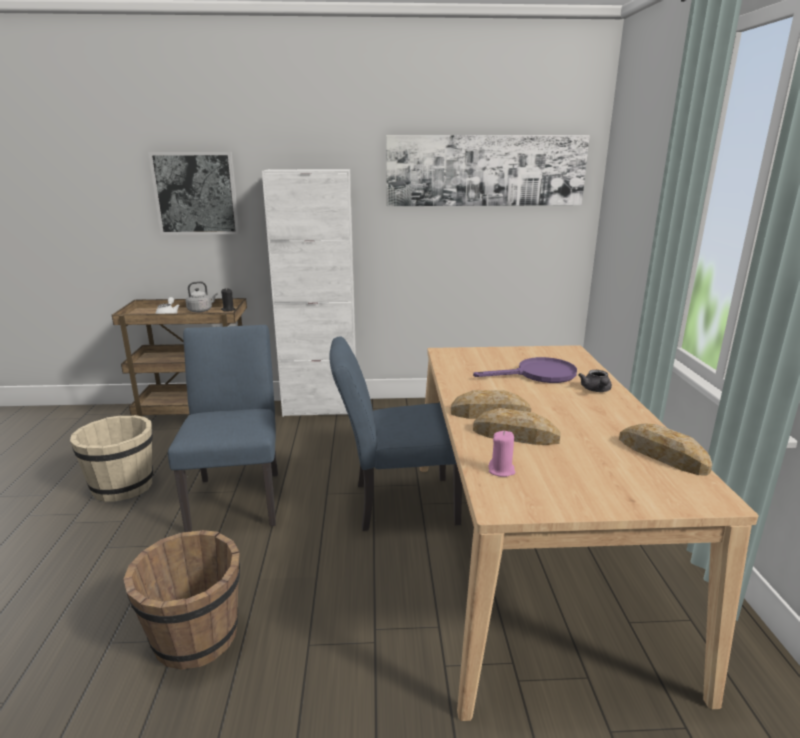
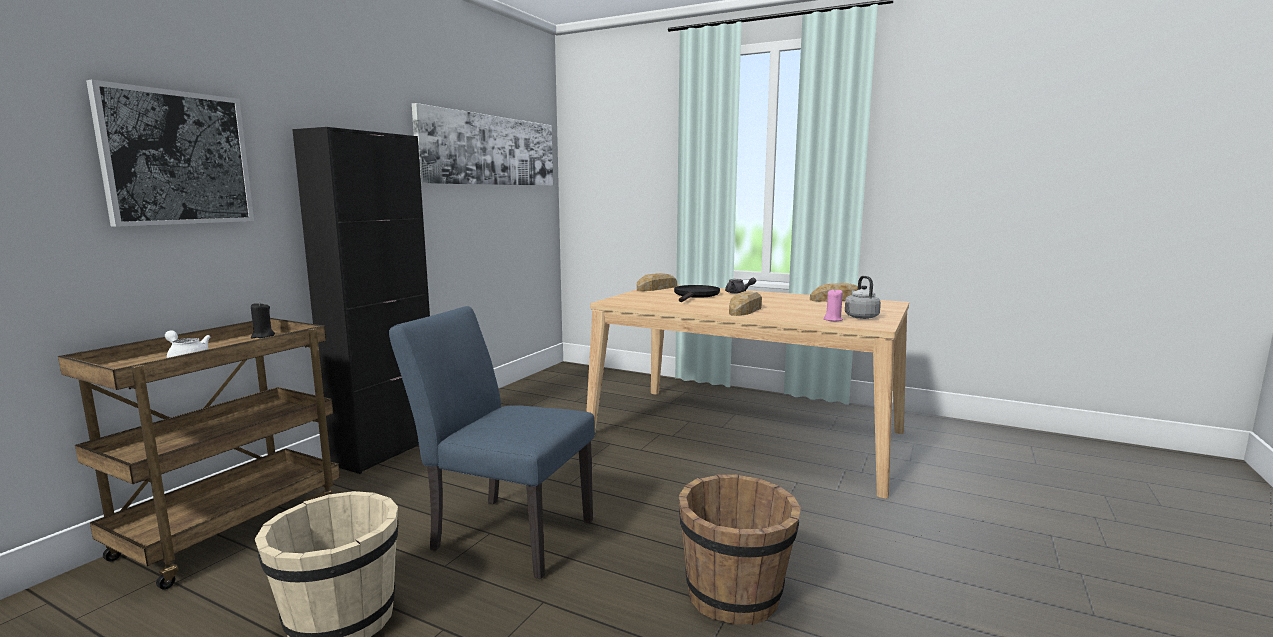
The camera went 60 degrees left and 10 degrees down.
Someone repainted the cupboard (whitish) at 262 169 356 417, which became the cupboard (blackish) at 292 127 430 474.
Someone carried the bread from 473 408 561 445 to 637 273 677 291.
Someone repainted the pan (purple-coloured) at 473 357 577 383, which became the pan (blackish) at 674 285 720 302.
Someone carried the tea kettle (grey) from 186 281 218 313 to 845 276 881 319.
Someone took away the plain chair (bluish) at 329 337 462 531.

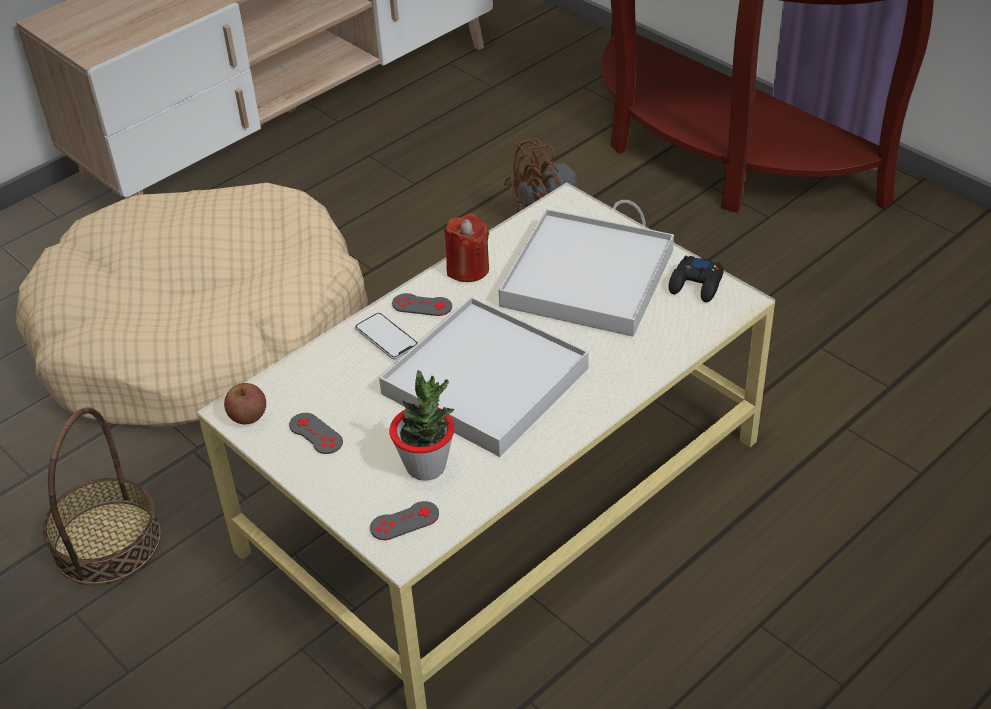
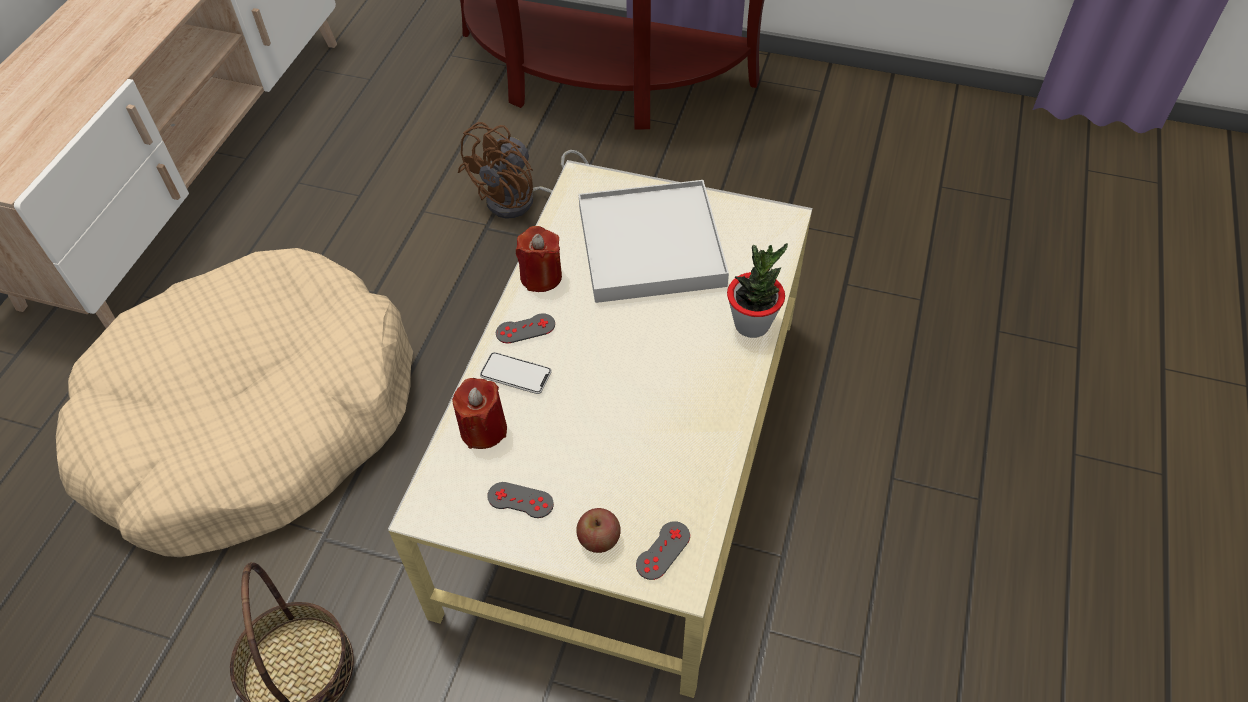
The camera went 30 degrees left and 10 degrees up.
Someone put down the candle (red) at 452 378 507 449.
Someone carried the apple fruit from 224 383 266 424 to 576 508 621 553.
Someone carried the potted plant from 389 370 455 481 to 727 243 788 338.
Someone took away the carrying tray (whitish) at 379 297 589 457.
Someone took away the joypad (blackish) at 669 256 723 302.

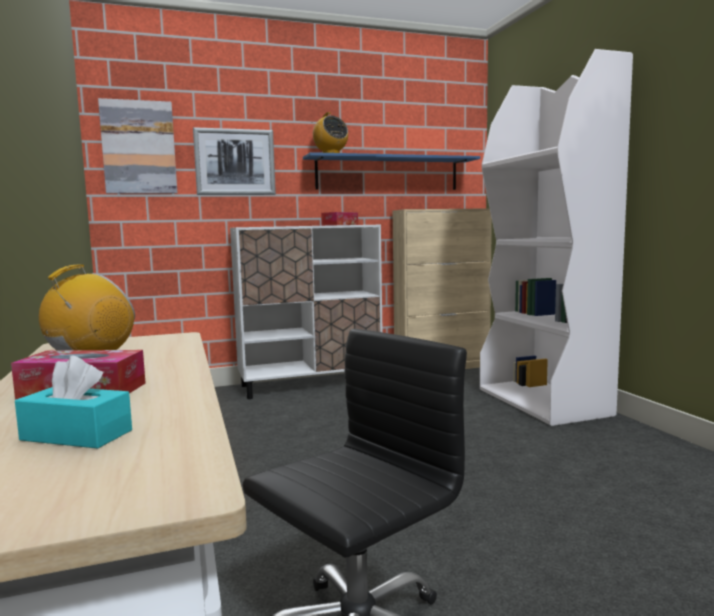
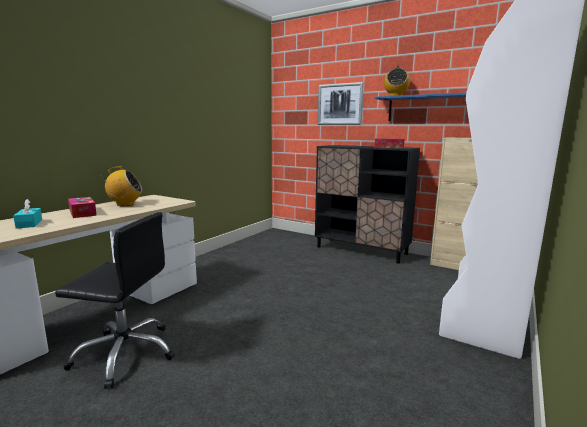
The camera went 50 degrees right and 5 degrees up.
Someone repainted the cupboard (whitish) at 230 225 383 399, which became the cupboard (blackish) at 315 145 420 264.
Someone took away the wall picture at 98 98 178 194.

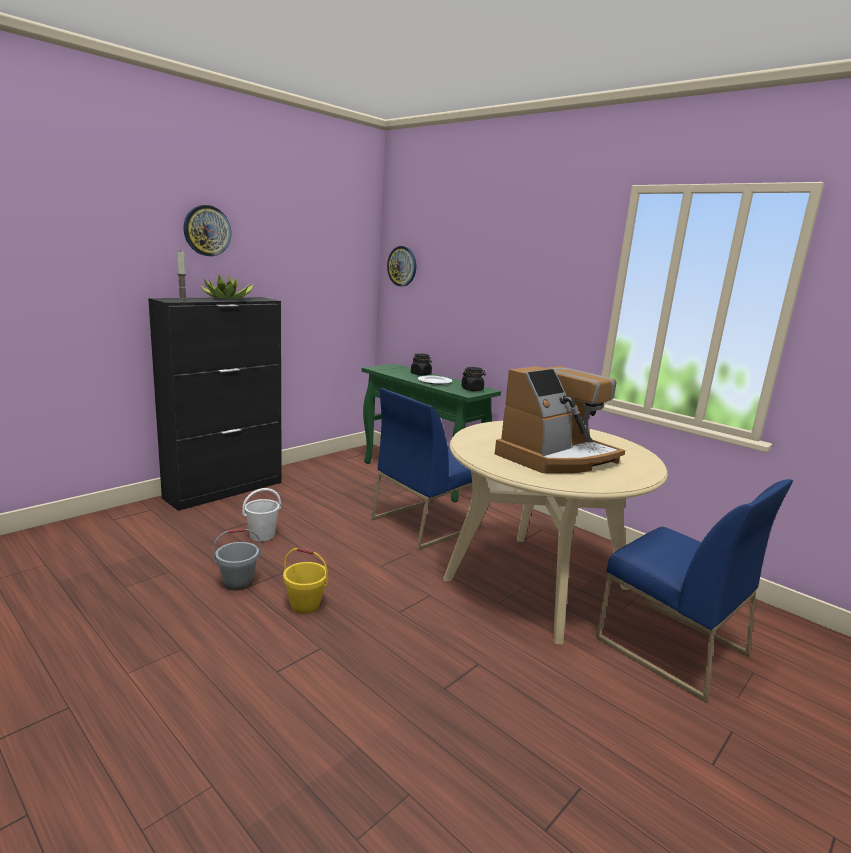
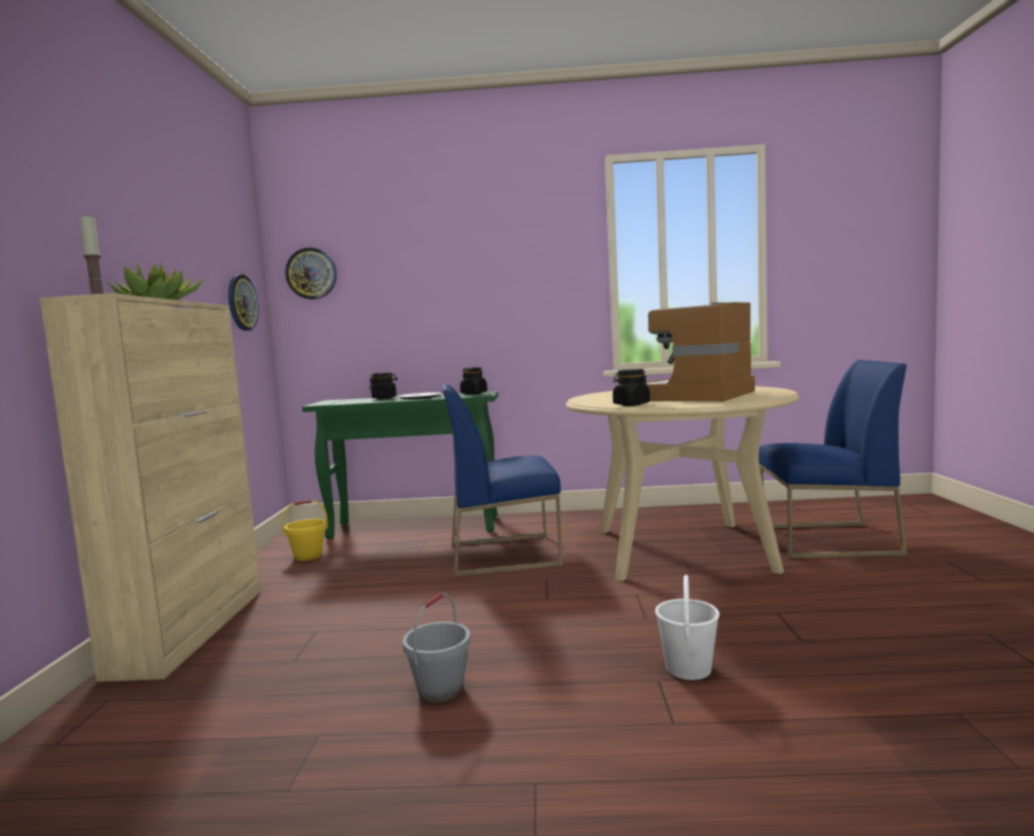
The camera went 40 degrees left and 10 degrees down.
Someone repainted the cupboard (blackish) at 148 297 282 511, which became the cupboard (beige) at 40 293 261 682.
Someone carried the wall clock from 183 205 232 256 to 228 274 259 331.
Someone carried the water bucket (yellow) from 283 547 328 614 to 282 500 328 561.
Someone rotated the plain chair (bluish) at 371 388 481 550 by 75 degrees clockwise.
Someone put down the jar (blackish) at 613 369 650 406.
Someone rotated the coffee maker at 495 366 625 473 by 150 degrees counterclockwise.
Someone carried the water bucket (whitish) from 242 488 281 541 to 655 575 720 680.

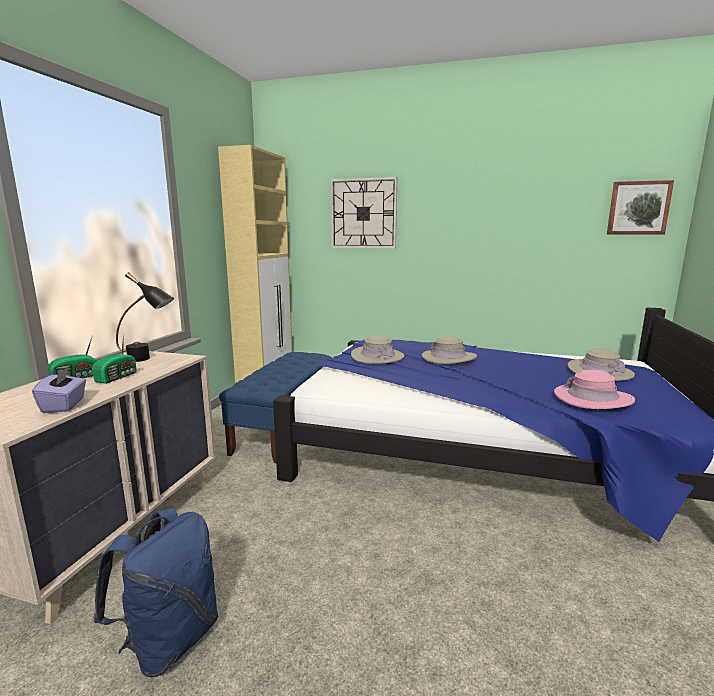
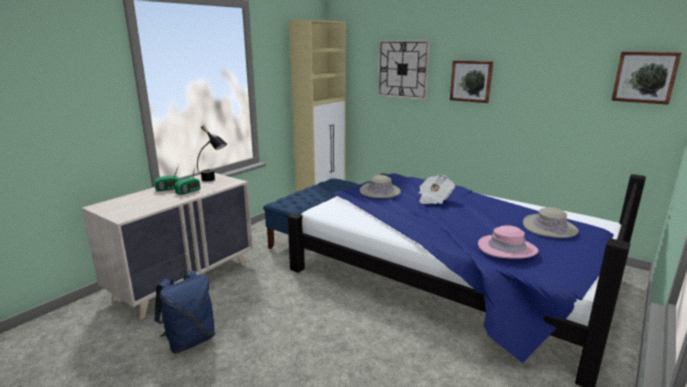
The camera went 20 degrees right and 5 degrees up.
Someone swapped the clothing hat (beige) at 422 336 477 364 for the printed paper at 419 175 455 204.
Someone put up the wall picture at 450 60 493 103.
Someone took away the tissue box (purple-coloured) at 32 367 86 413.

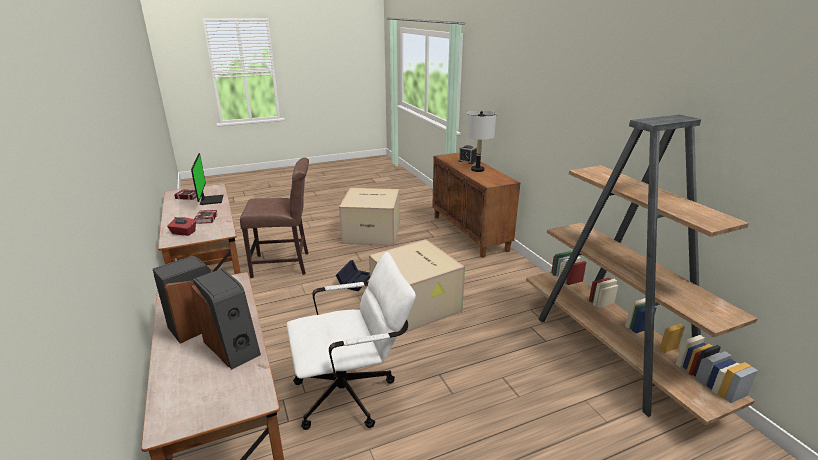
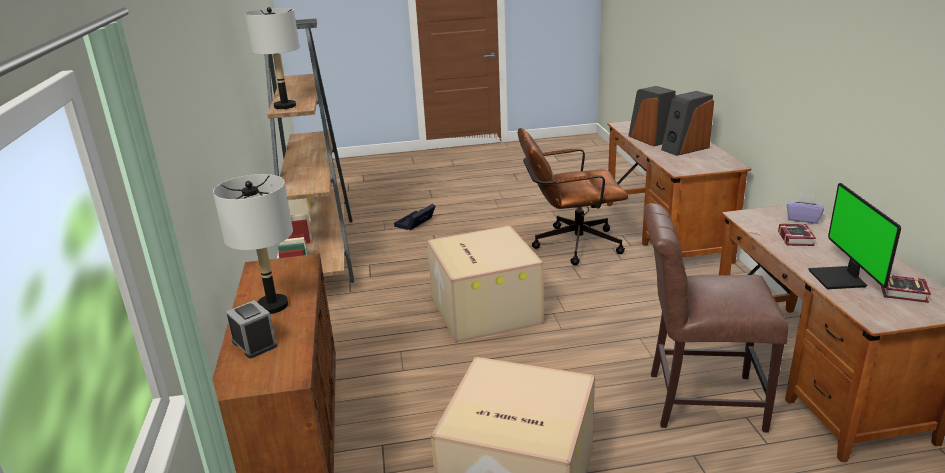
The camera went 165 degrees left and 0 degrees up.
Someone put down the tabletop lamp (grey) at 245 7 300 109.
Someone carried the storage bin (blackish) from 336 260 370 291 to 394 204 436 230.
Someone repainted the office chair (whitish) at 287 252 416 430, which became the office chair (brown) at 518 128 628 265.
Someone repainted the tissue box (red) at 167 217 196 236, which became the tissue box (purple-coloured) at 787 193 824 224.

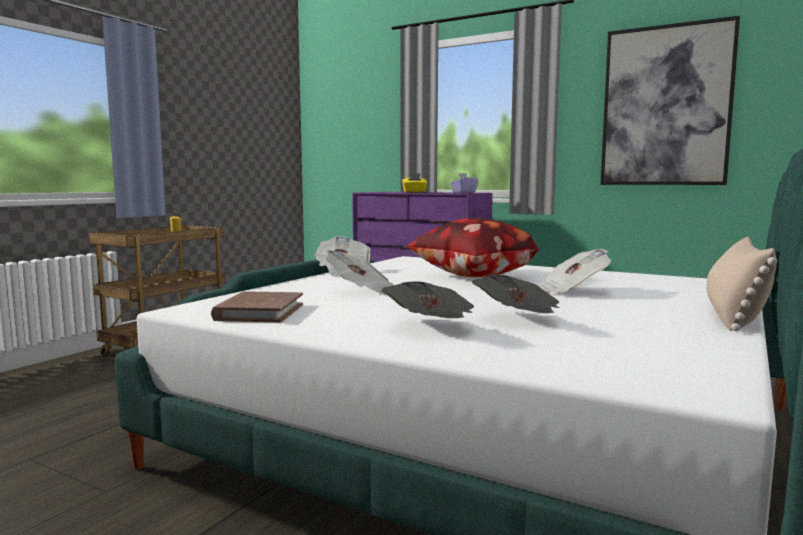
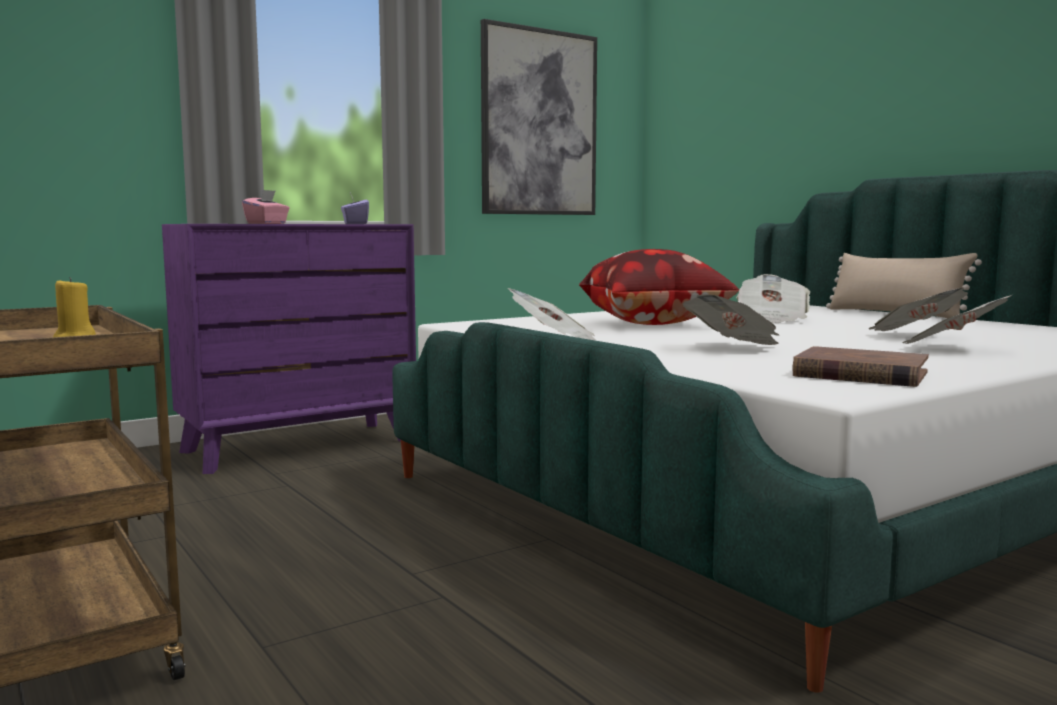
The camera went 65 degrees left and 0 degrees up.
Someone repainted the tissue box (yellow) at 402 173 427 192, which became the tissue box (pink-coloured) at 242 190 289 224.

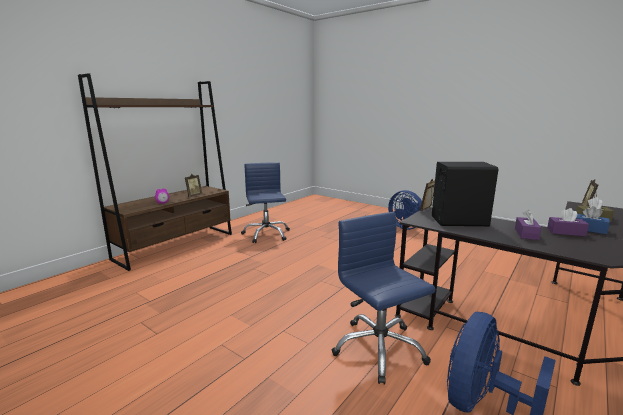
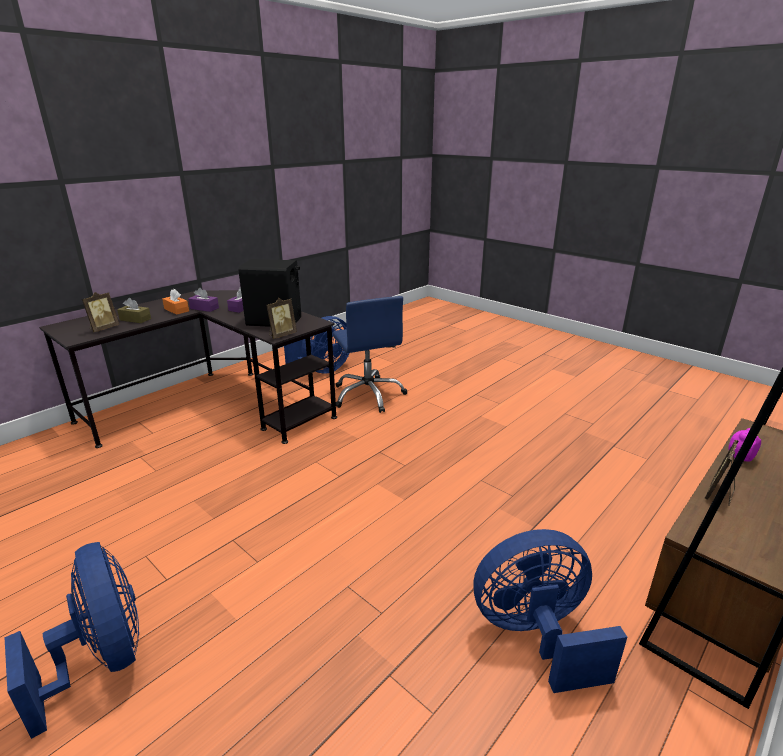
The camera went 175 degrees left and 10 degrees up.
Someone repainted the tissue box (bluish) at 576 206 610 234, which became the tissue box (orangey) at 162 289 189 315.
Someone swapped the office chair (bluish) at 241 162 290 243 for the cooling fan (bluish) at 473 529 627 693.

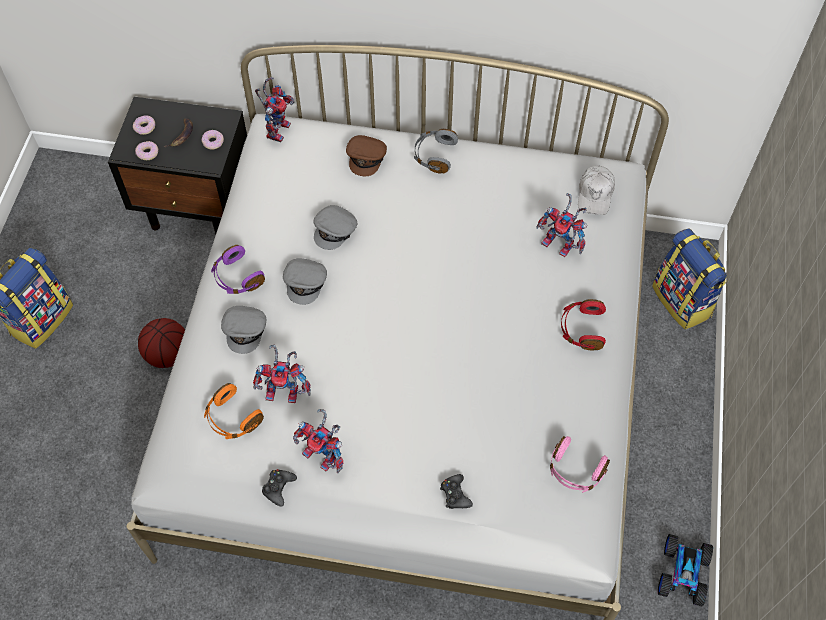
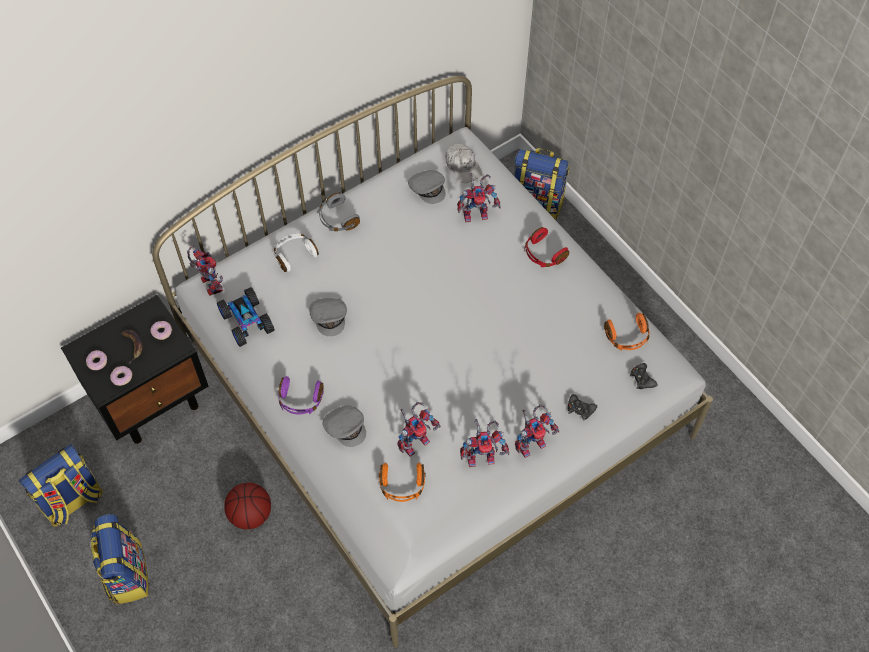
The camera went 45 degrees left and 0 degrees up.
Someone put down the backpack at 19 444 103 527.
Someone carried the miniature car from 658 534 713 606 to 217 287 274 347.
Someone swapped the baseball cap (brown) at 346 135 387 176 for the pair of headphones (whitish) at 274 233 319 272.
Someone carried the baseball cap (grey) from 283 258 327 305 to 408 170 446 204.
Someone put down the toy robot at 515 404 559 458.
Someone repainted the pair of headphones (pink-coloured) at 550 436 610 493, which became the pair of headphones (orangey) at 604 313 650 351.
Someone carried the joypad (blackish) from 262 469 297 507 to 630 363 658 389.

